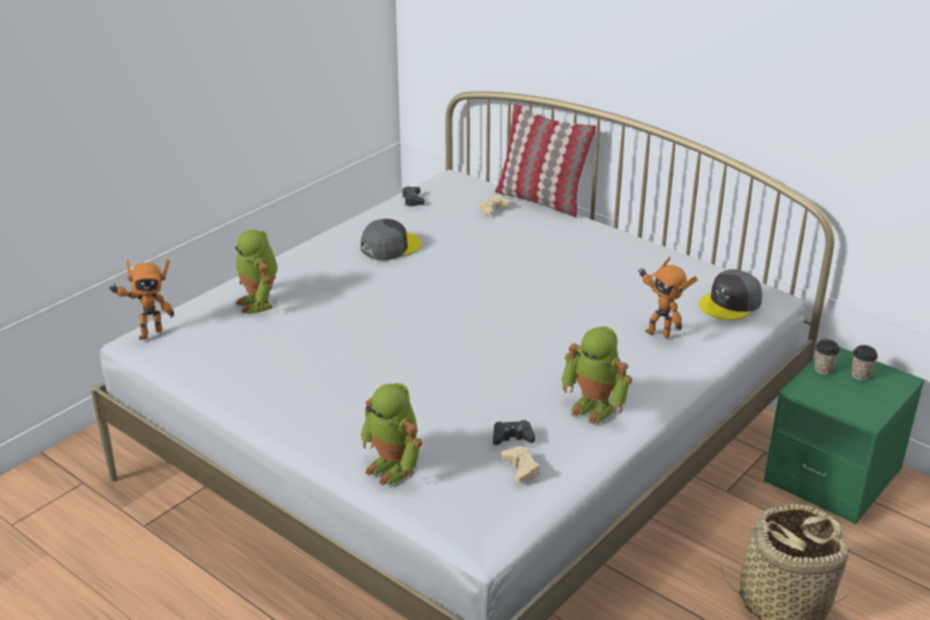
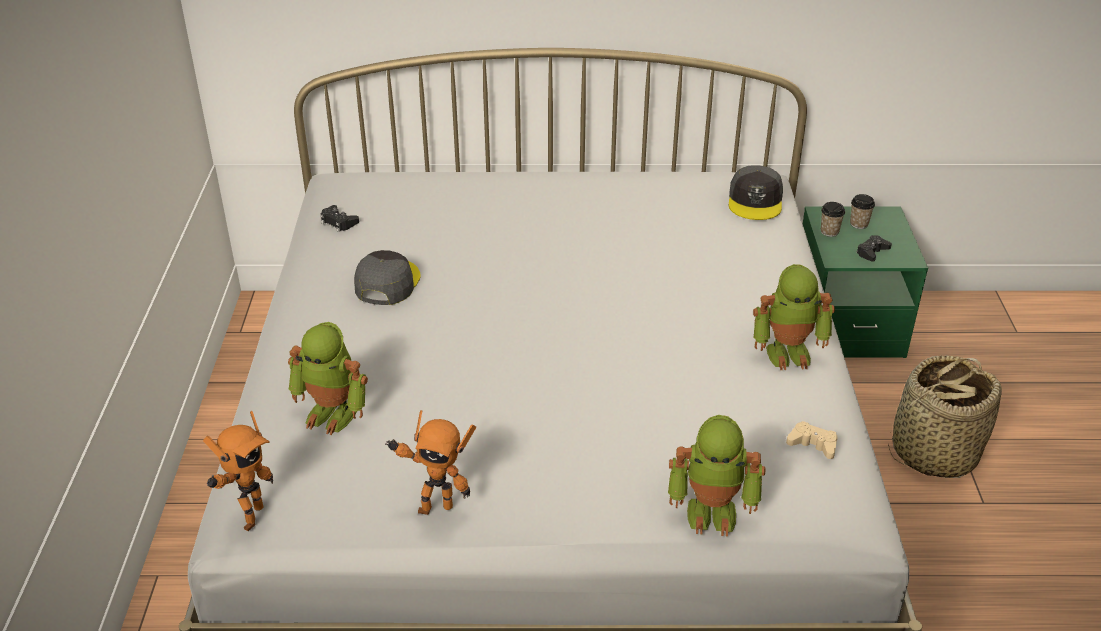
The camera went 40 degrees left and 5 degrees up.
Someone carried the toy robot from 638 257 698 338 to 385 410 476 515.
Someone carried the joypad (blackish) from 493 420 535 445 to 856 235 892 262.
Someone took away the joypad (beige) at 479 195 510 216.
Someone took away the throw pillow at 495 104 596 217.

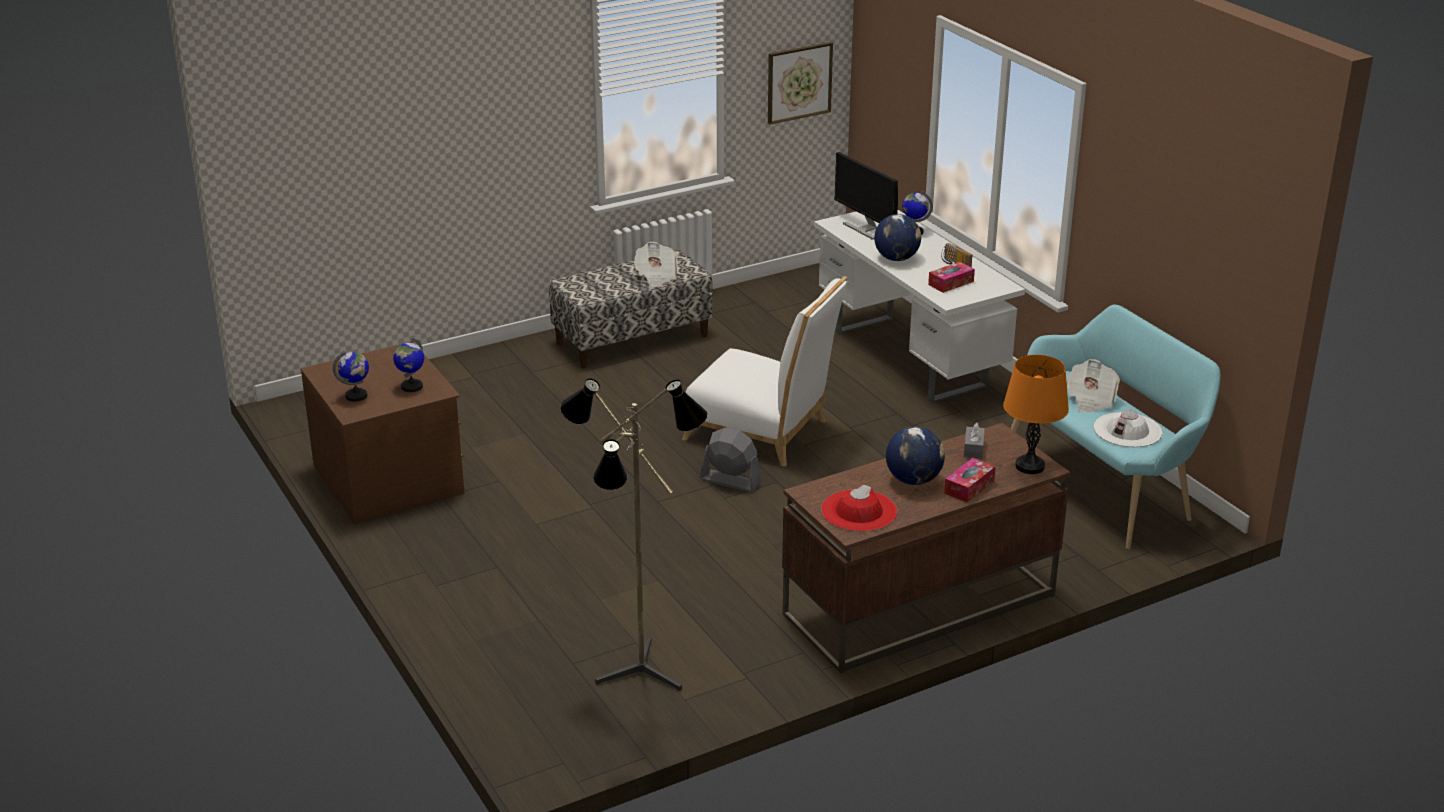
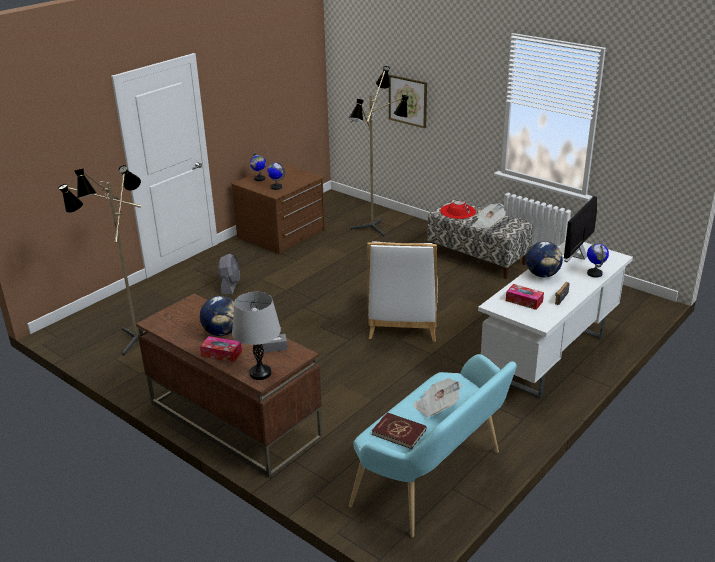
The camera went 70 degrees right and 0 degrees up.
Someone carried the cooling fan (grey) from 700 427 761 492 to 218 254 240 294.
Someone repainted the tabletop lamp (orangey) at 1003 355 1069 474, which became the tabletop lamp (grey) at 232 292 281 380.
Someone put down the standing lamp at 349 66 409 236.
Someone swapped the clothing hat (whitish) at 1094 410 1162 447 for the volume (red) at 372 412 426 449.
Someone carried the wall picture from 768 42 833 125 to 389 75 427 128.
Someone carried the clothing hat (red) from 821 485 897 532 to 440 201 476 219.

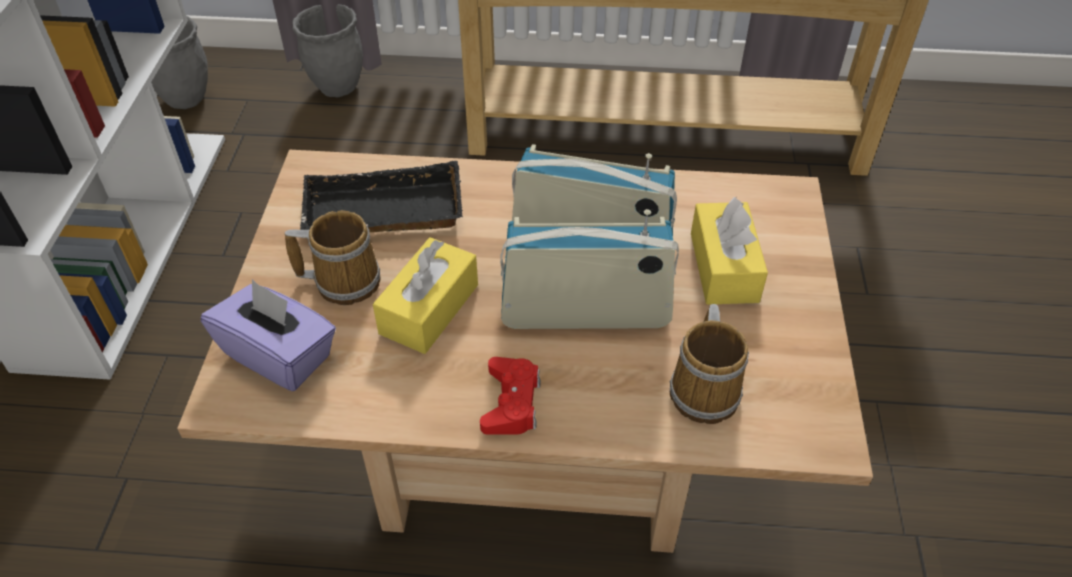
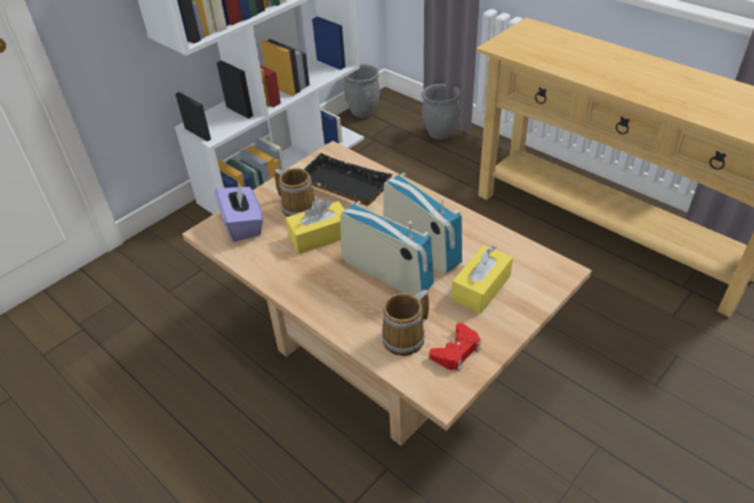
The camera went 40 degrees right and 5 degrees down.
Someone carried the joypad (red) from 480 357 541 435 to 429 323 481 372.

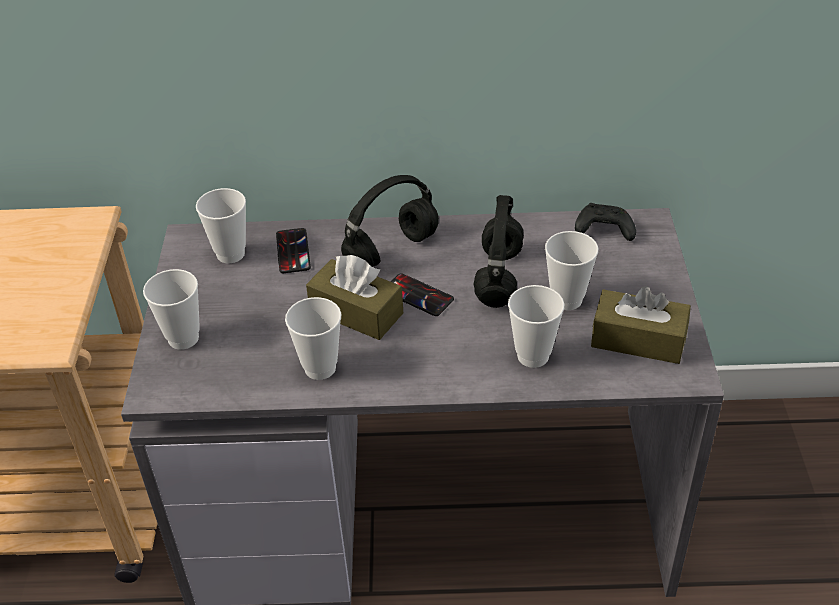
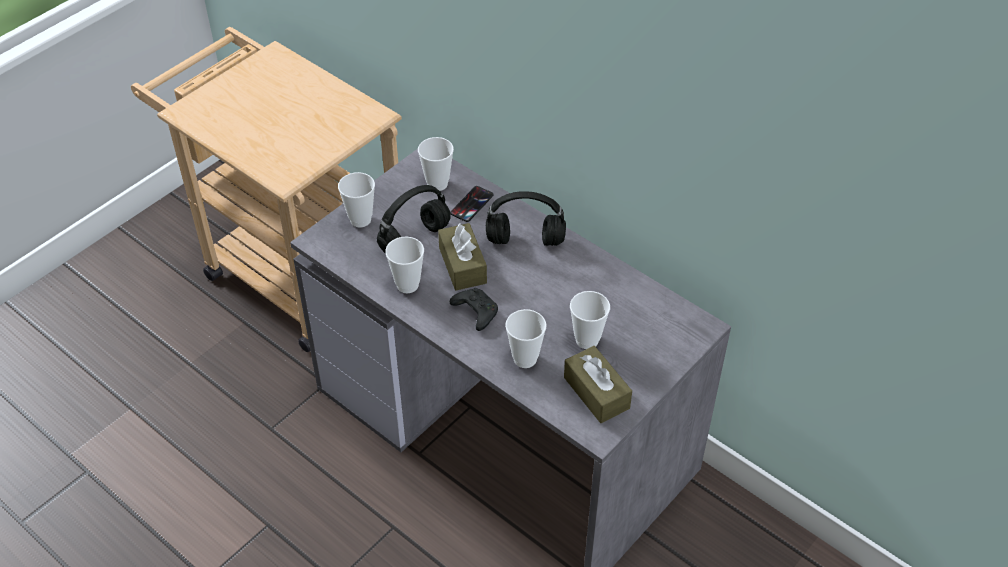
The camera went 40 degrees right and 5 degrees up.
Someone carried the pair of headphones (blackish) from 474 195 524 308 to 377 185 451 253.
Someone carried the joypad (blackish) from 575 203 636 241 to 450 288 498 331.
Someone took away the phone at 391 273 454 316.

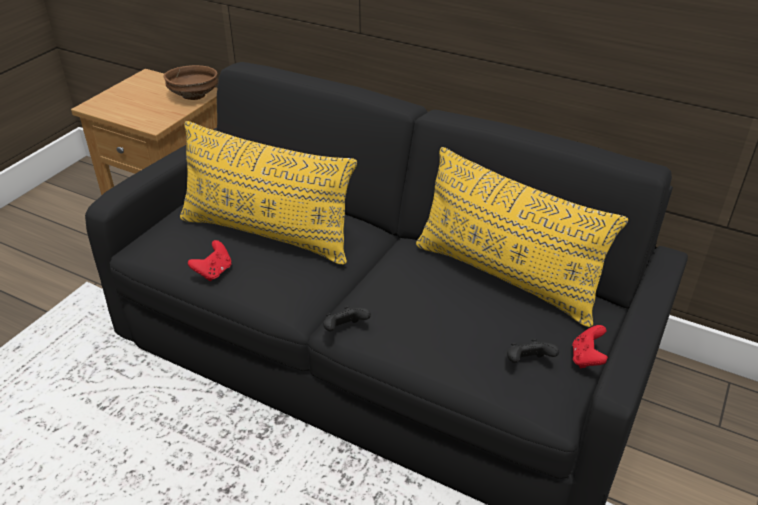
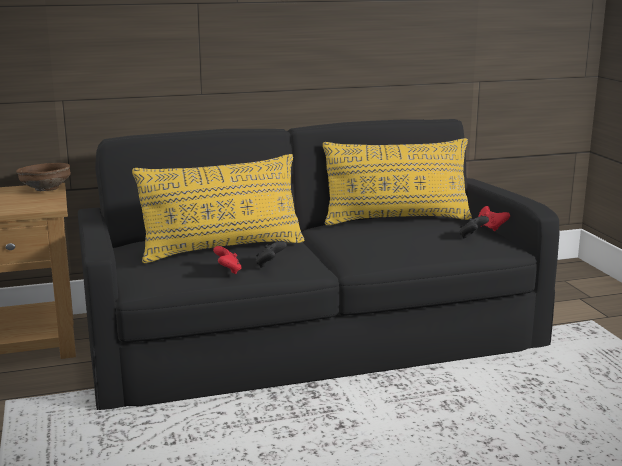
The camera went 45 degrees left and 20 degrees down.
Someone carried the joypad (blackish) from 323 306 371 332 to 256 241 287 268.

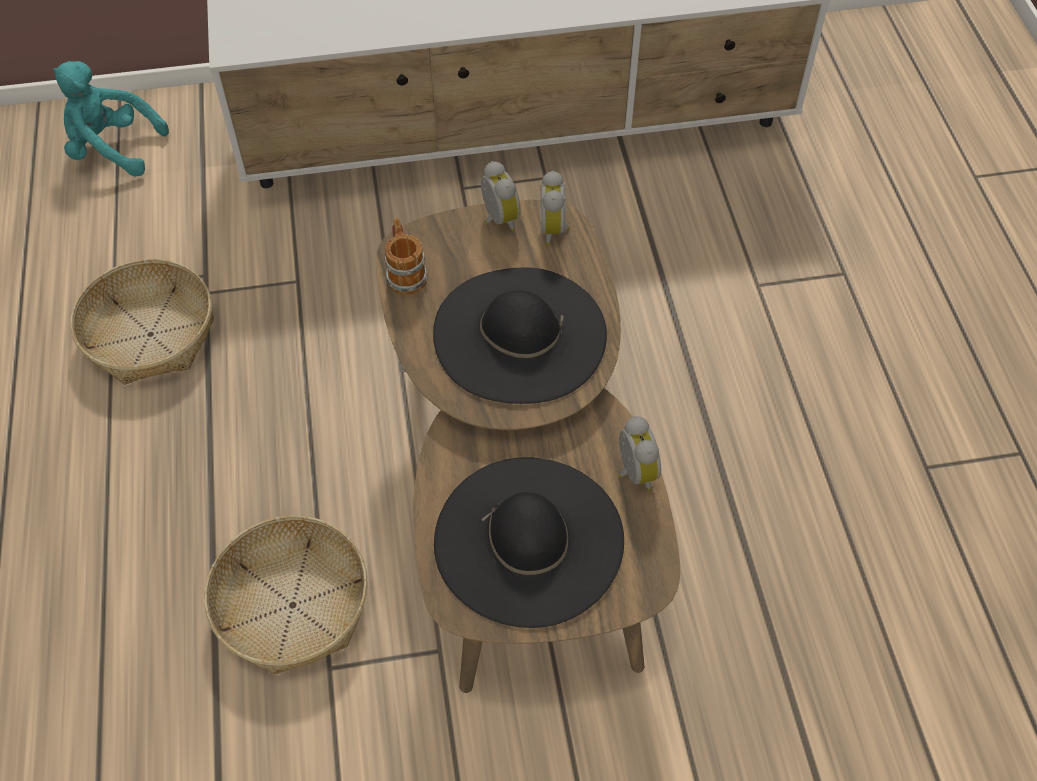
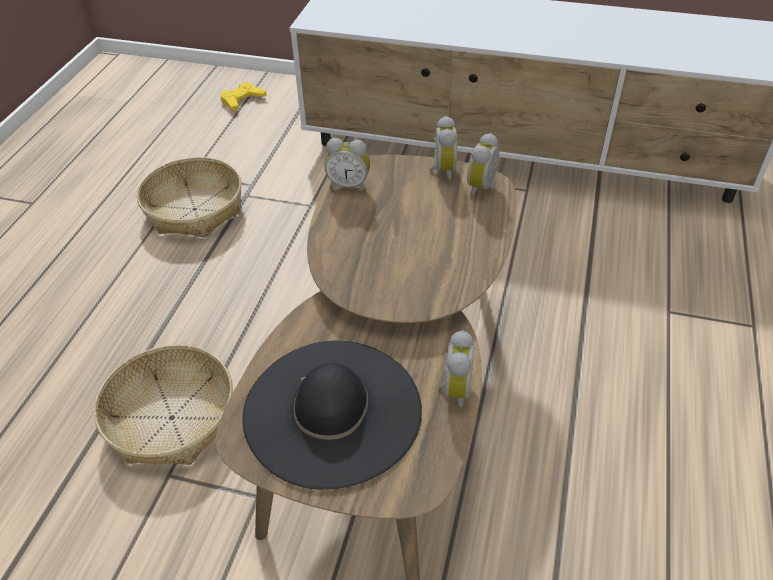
The camera went 25 degrees right and 10 degrees down.
Someone swapped the soft toy (turquoise-coloured) at 53 61 169 177 for the joypad (yellow) at 220 82 267 110.
Someone swapped the mug at 384 218 428 295 for the table clock at 325 138 370 191.
Someone took away the clothing hat (blackish) at 433 267 607 404.

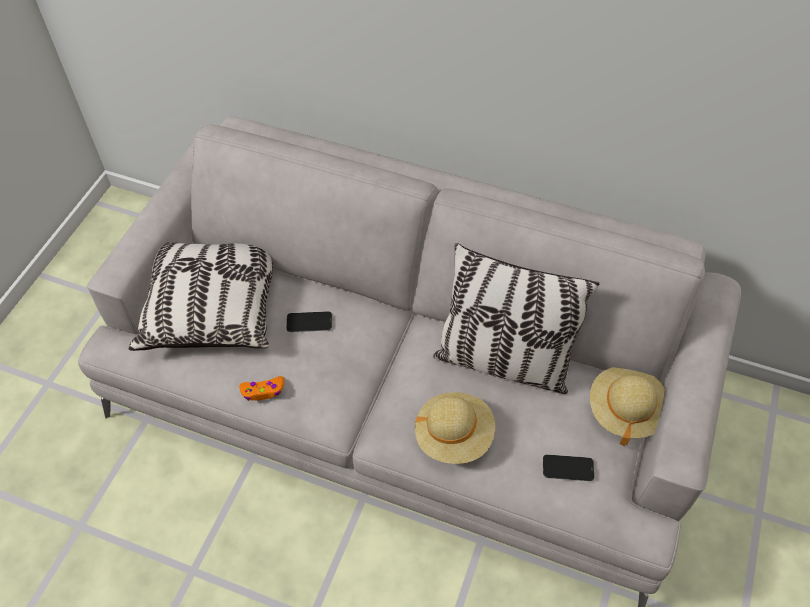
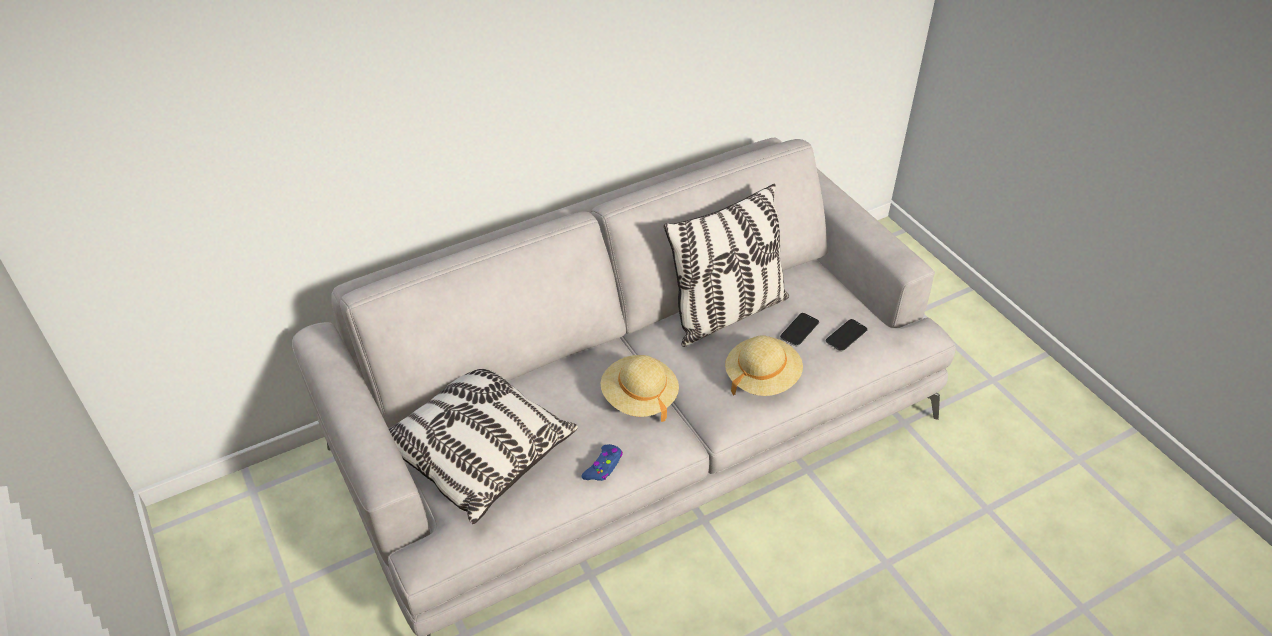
The camera went 50 degrees left and 10 degrees down.
Someone repainted the joypad (orangey) at 239 376 285 401, which became the joypad (bluish) at 581 444 623 481.
Someone carried the clothing hat (beige) from 590 367 665 446 to 600 355 679 422.
Someone carried the phone from 287 311 332 332 to 780 313 819 346.

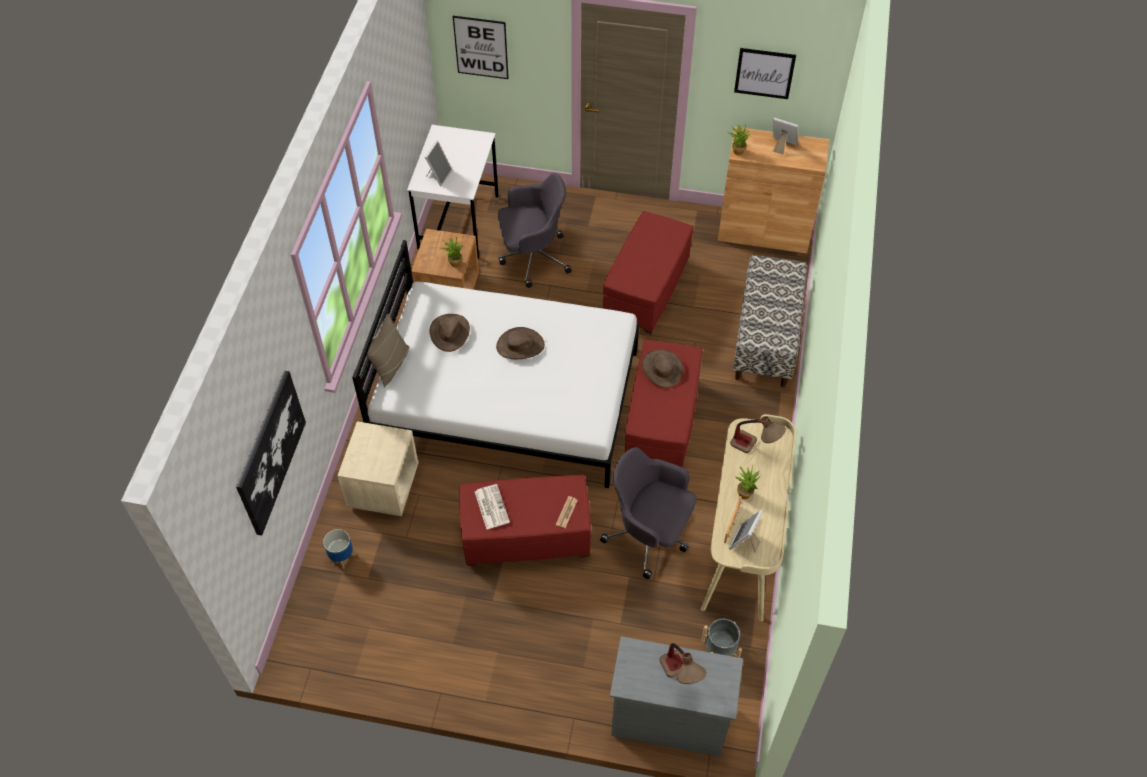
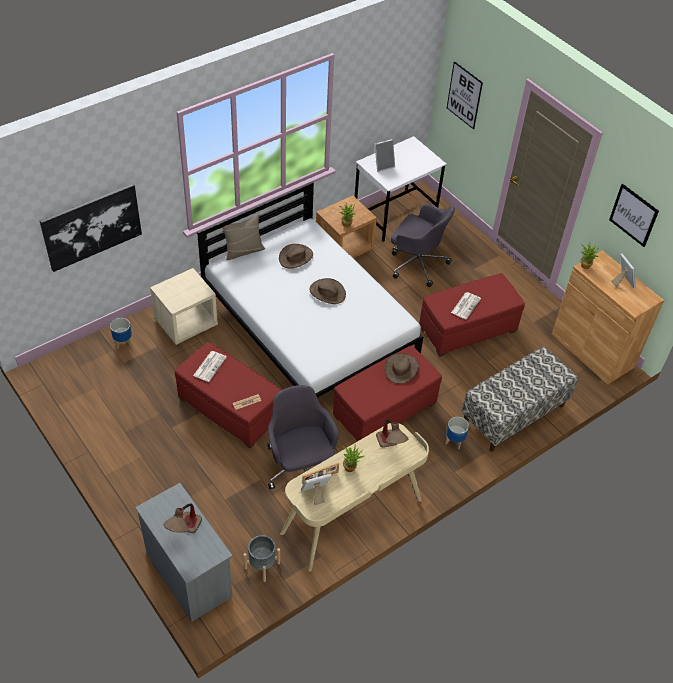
The camera went 40 degrees right and 5 degrees down.
Someone put down the planter at 445 417 469 449.
Someone put down the printed paper at 451 292 481 319.

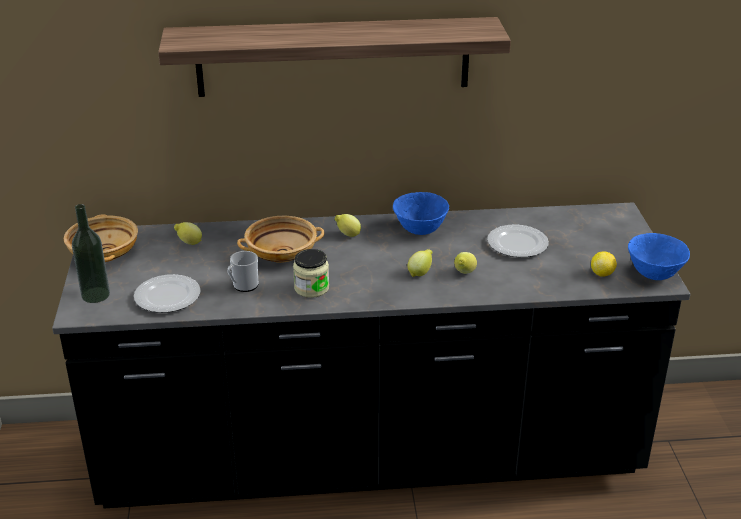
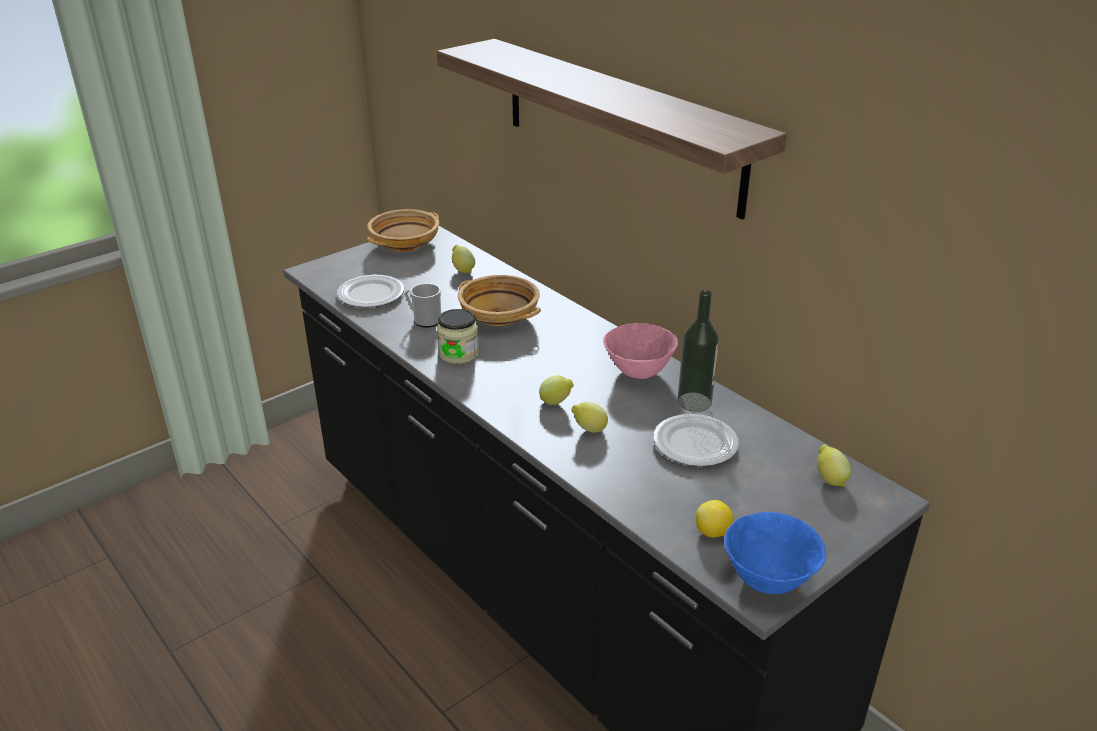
The camera went 55 degrees right and 0 degrees up.
Someone repainted the serving bowl (bluish) at 393 192 449 235, which became the serving bowl (pink-coloured) at 603 323 678 379.
Someone carried the beverage bottle from 72 204 110 303 to 678 290 719 412.
Someone carried the citrus fruit from 335 214 361 237 to 817 444 851 486.

